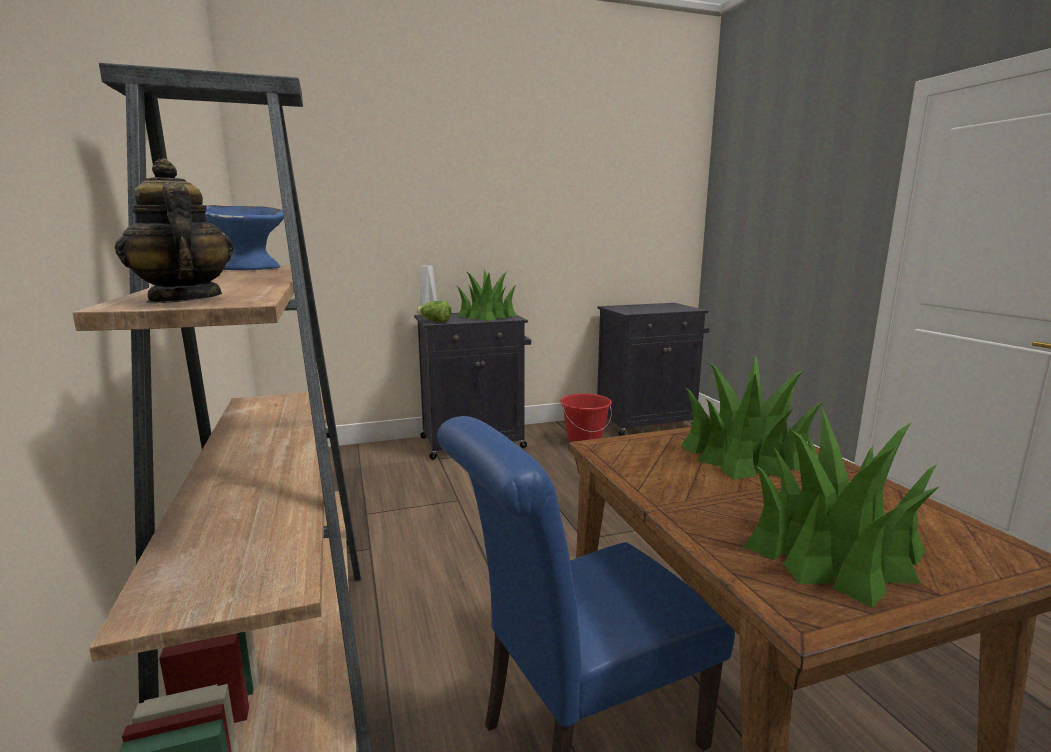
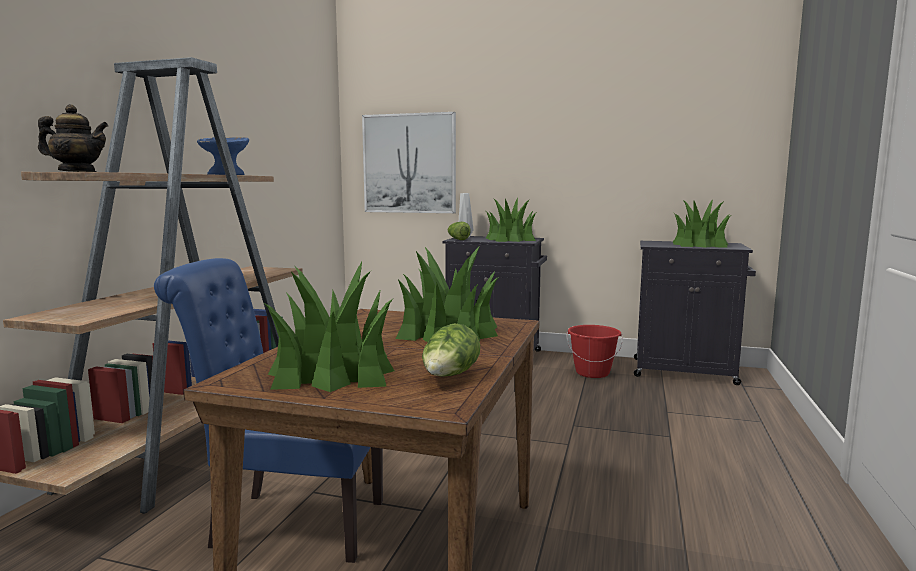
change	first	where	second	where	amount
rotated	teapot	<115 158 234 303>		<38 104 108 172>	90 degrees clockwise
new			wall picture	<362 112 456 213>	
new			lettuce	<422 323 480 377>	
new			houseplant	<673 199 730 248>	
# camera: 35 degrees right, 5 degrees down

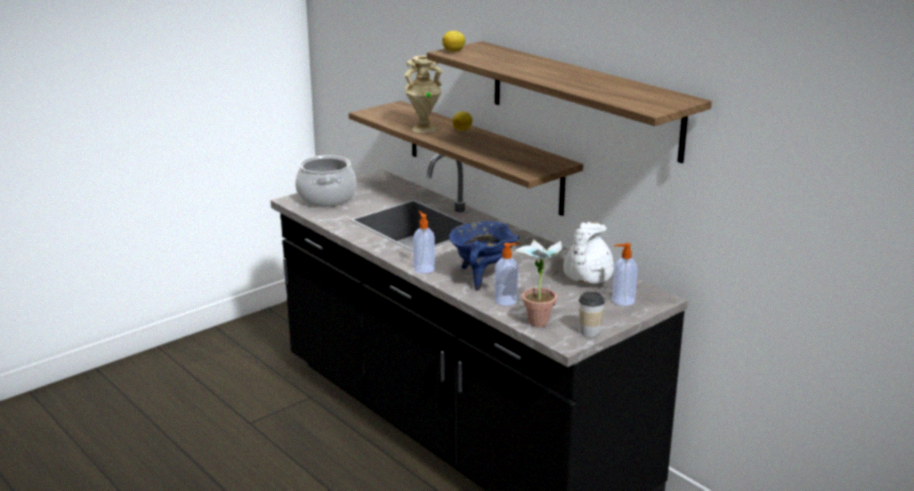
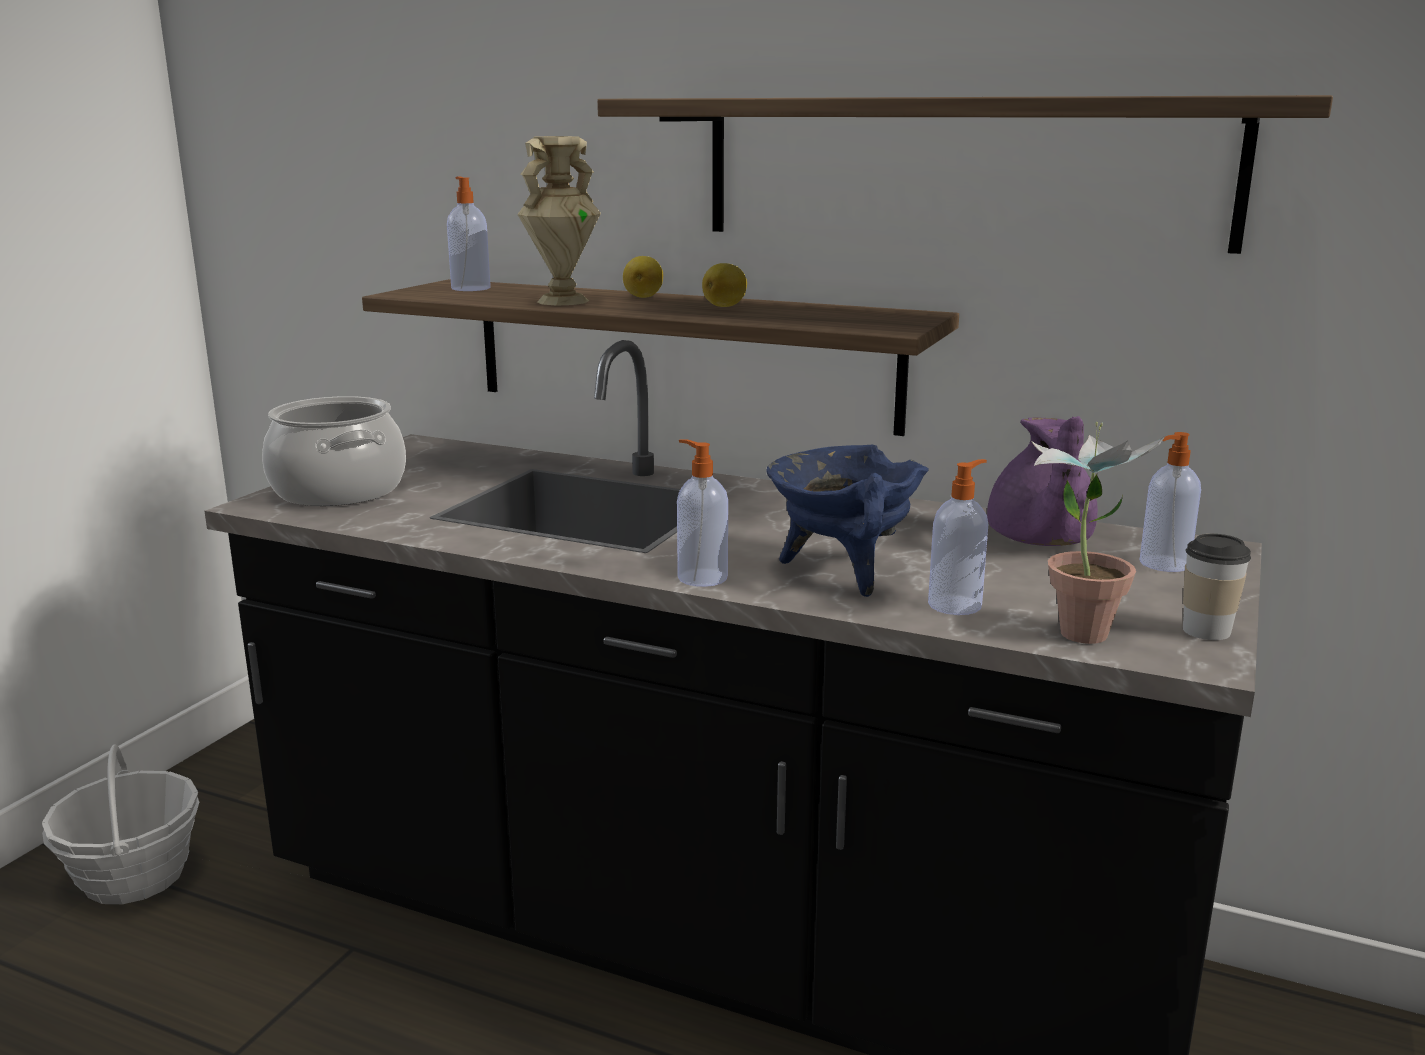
change	first	where	second	where	amount
shifted	lemon	<442 31 465 52>		<702 263 747 307>	
repainted	white teapot	<563 222 614 284>	purple teapot	<987 416 1098 546>	
new			household basket	<42 744 199 904>	
new			soap dispenser	<447 176 491 291>	
# camera: 25 degrees left, 5 degrees down

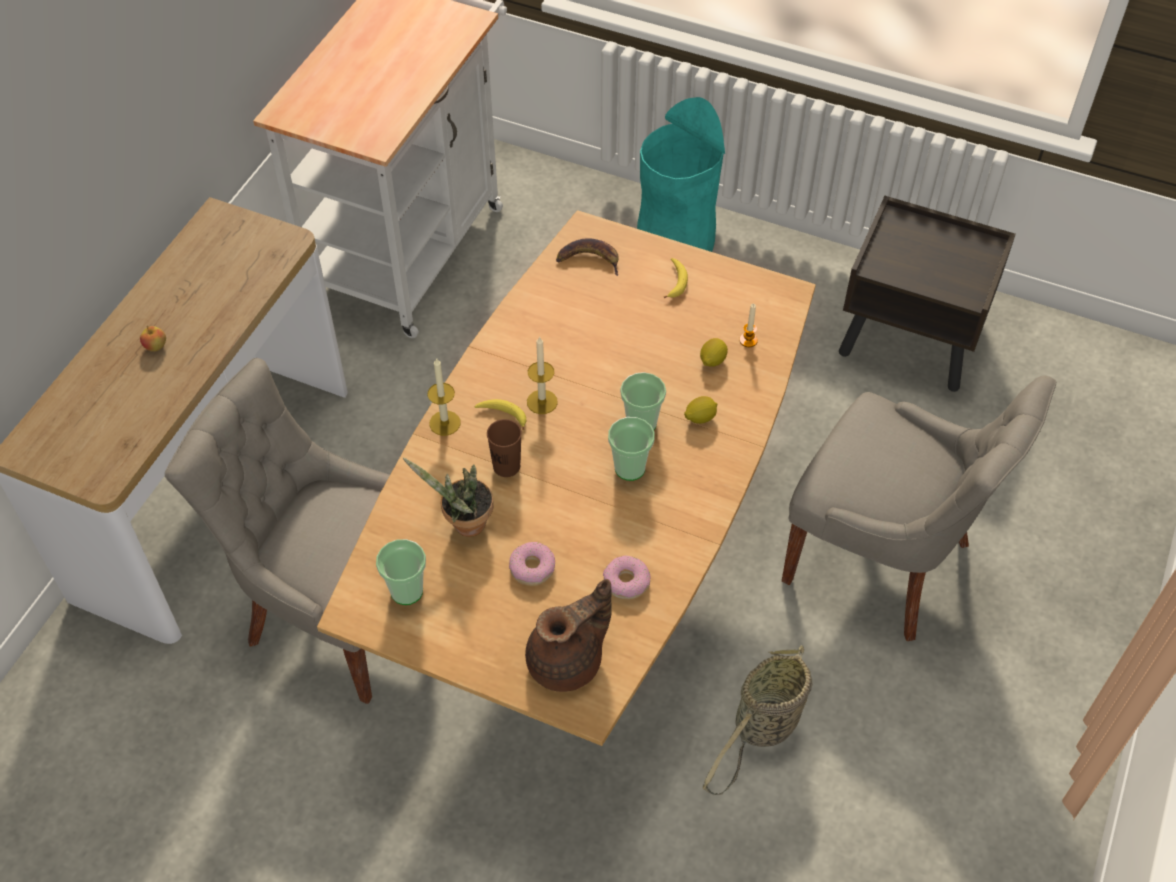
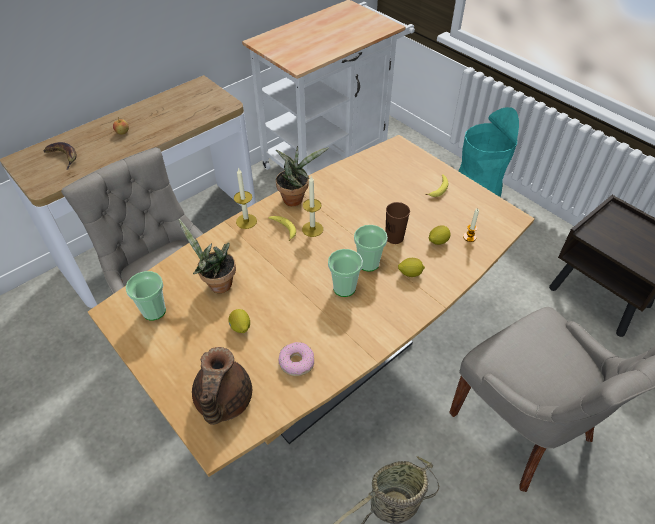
change	first	where	second	where	amount
shifted	brownish small cup	<487 419 522 477>		<386 202 410 244>	
swapped	ring doughnut	<509 542 555 586>	lemon	<229 309 250 333>	
rotated	brownish teapot	<525 579 612 692>		<192 347 252 425>	105 degrees clockwise
shifted	banana	<556 238 619 276>		<43 142 77 170>	
new			houseplant	<276 146 329 206>	
# camera: 25 degrees right, 5 degrees down

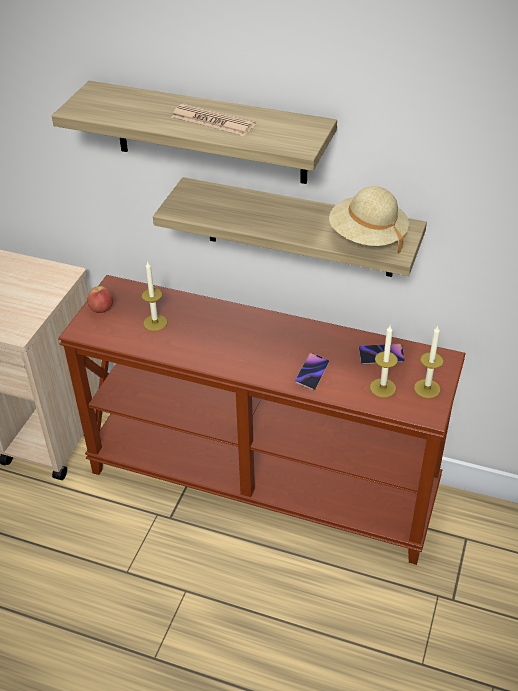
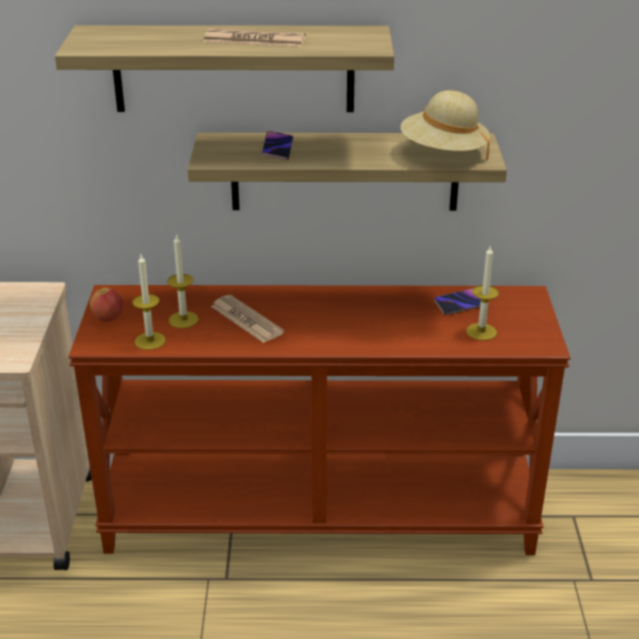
change	first	where	second	where	amount
shifted	telephone	<295 353 329 391>		<262 131 293 160>	
shifted	wax light	<414 326 444 398>		<132 255 166 350>	
new			printed paper	<211 295 284 343>	
# camera: 20 degrees left, 10 degrees down

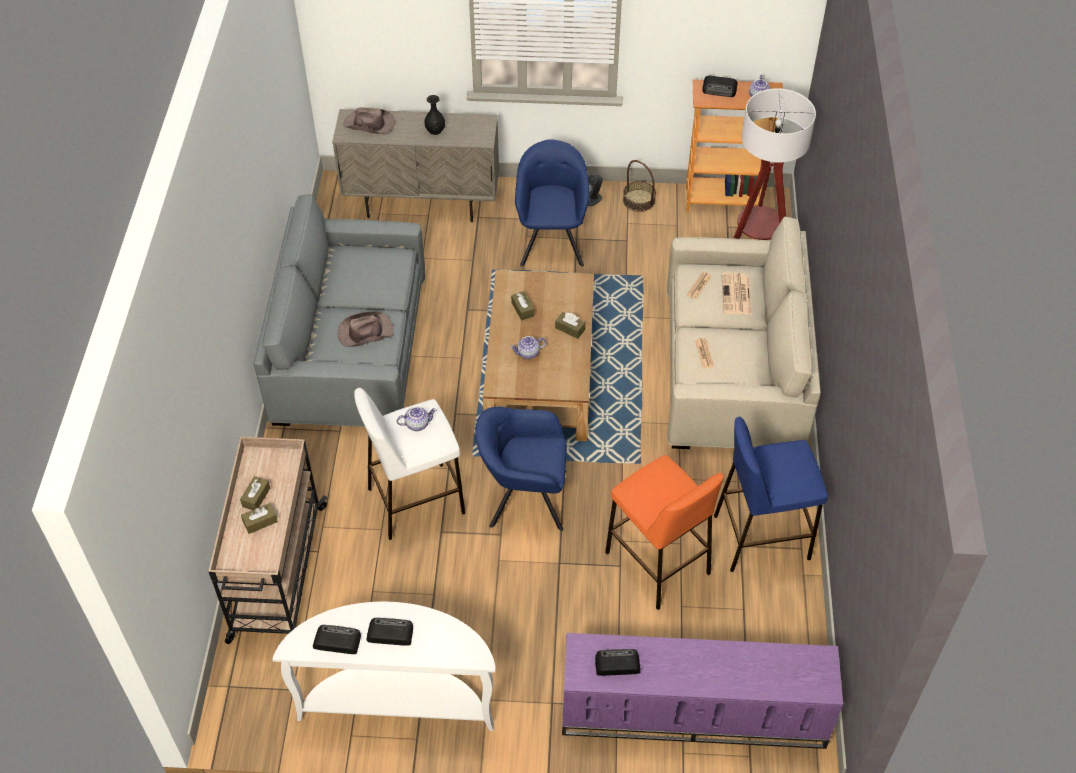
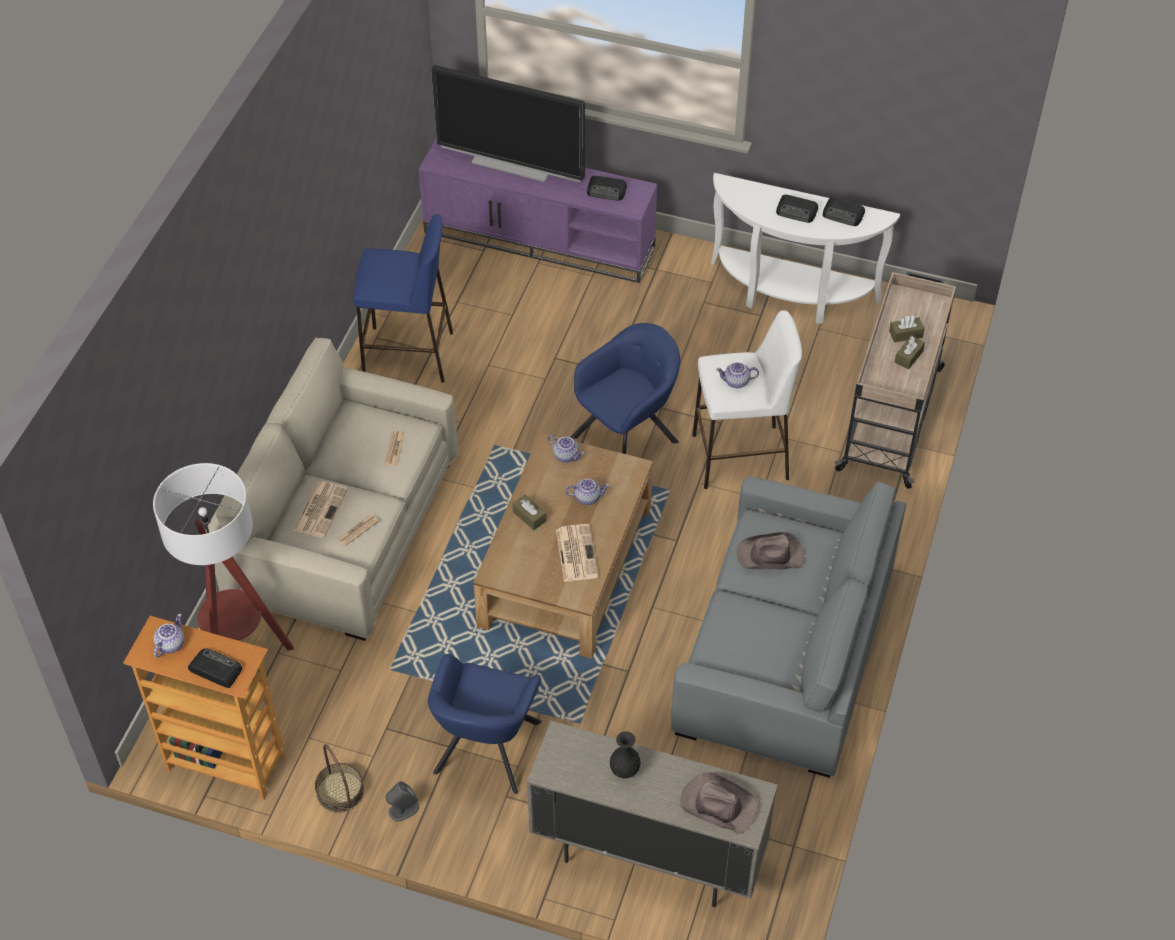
change	first	where	second	where	amount
rotated	blue easy chair	<476 407 567 531>		<571 323 680 454>	60 degrees counterclockwise
swapped	brownish box of tissues	<511 291 534 321>	printed paper	<556 524 598 582>	
gone	orangey sitting stool	<605 455 723 610>			
new			television	<431 65 585 182>	
new			teapot	<548 435 584 463>	
# camera: 165 degrees left, 0 degrees up

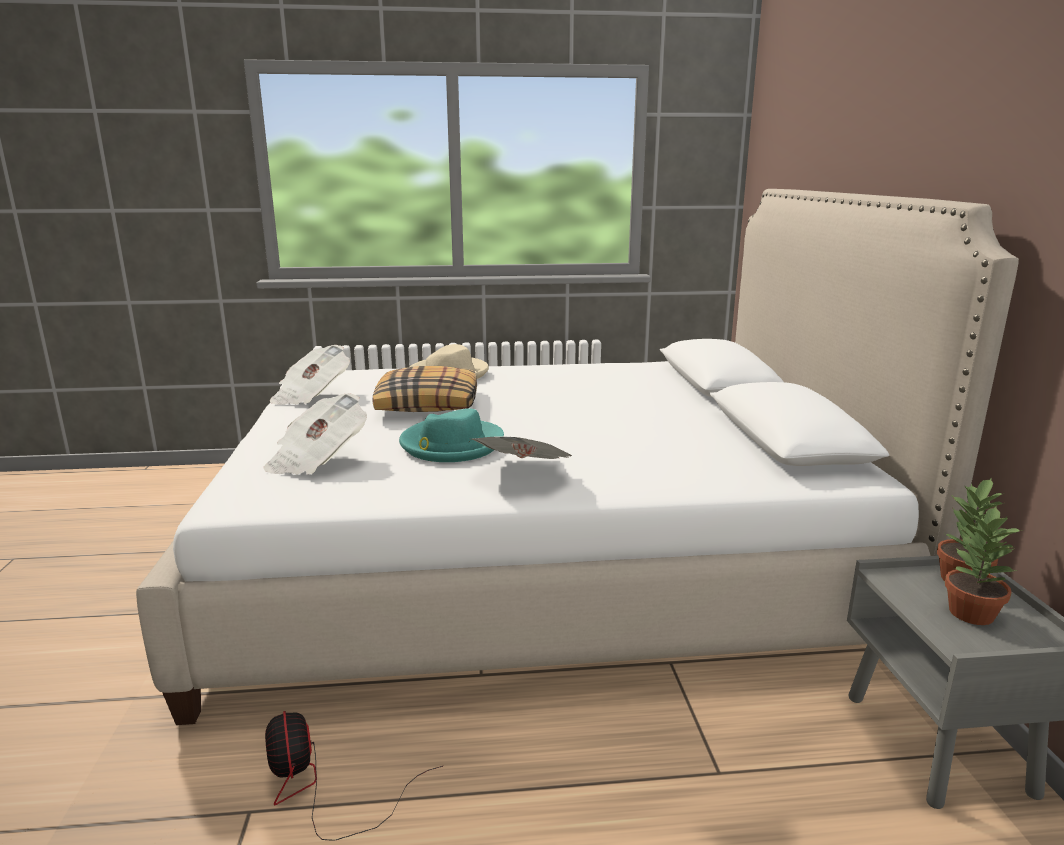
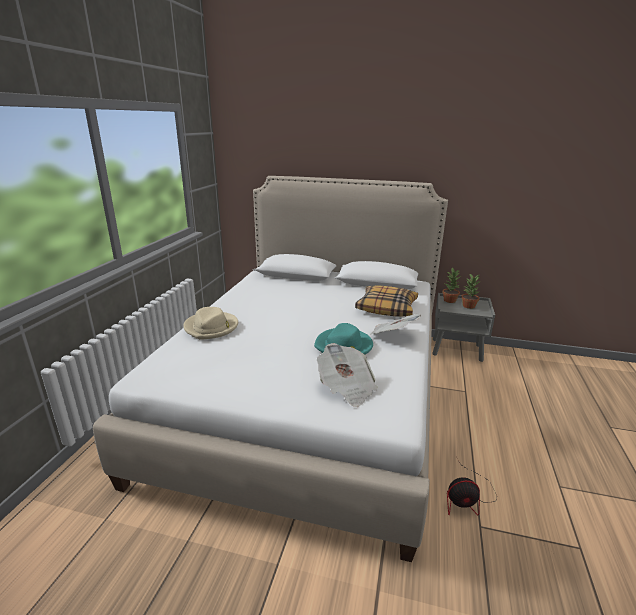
change	first	where	second	where	amount
gone	printed paper	<270 345 350 405>			
shifted	cushion	<372 366 477 412>		<355 285 418 317>	
# camera: 70 degrees left, 5 degrees up

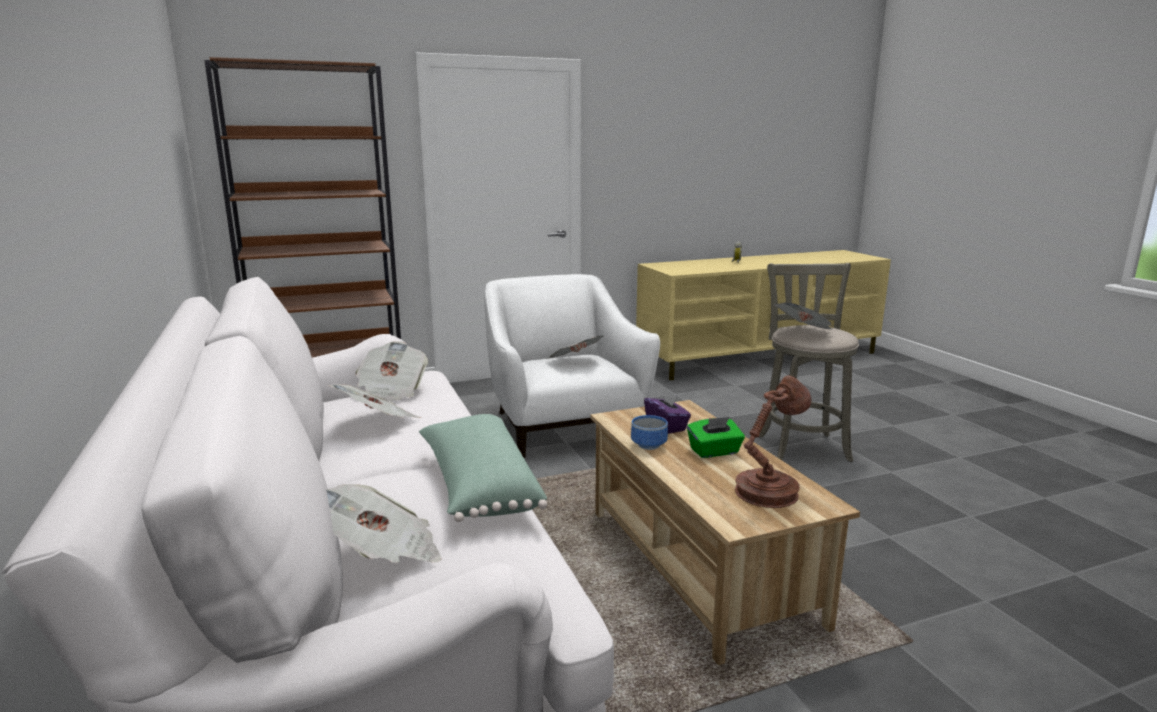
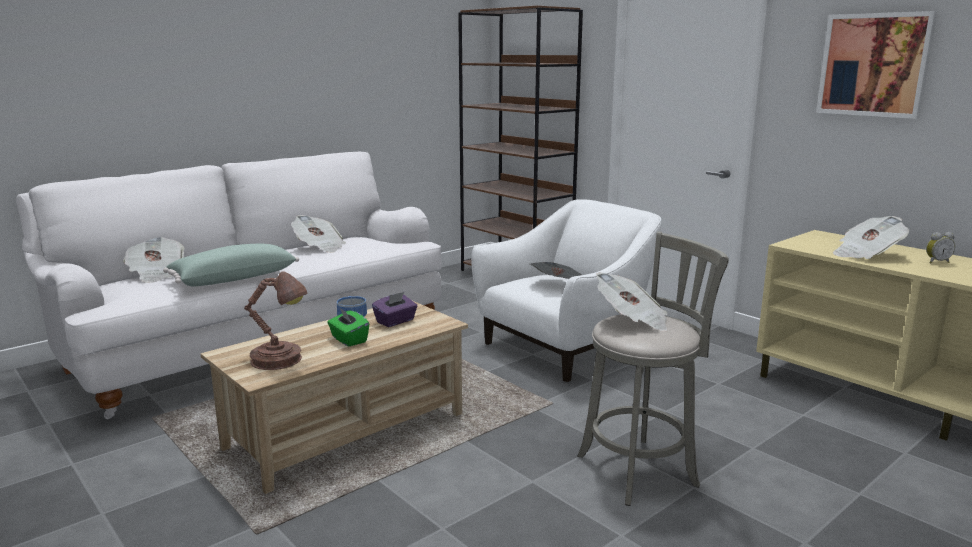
change	first	where	second	where	amount
shifted	printed paper	<356 341 428 402>		<833 216 909 259>	
new			wall picture	<816 11 937 119>	
# camera: 70 degrees right, 0 degrees up

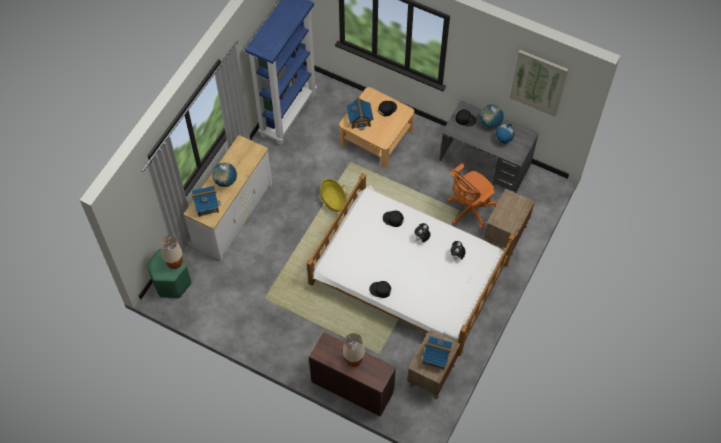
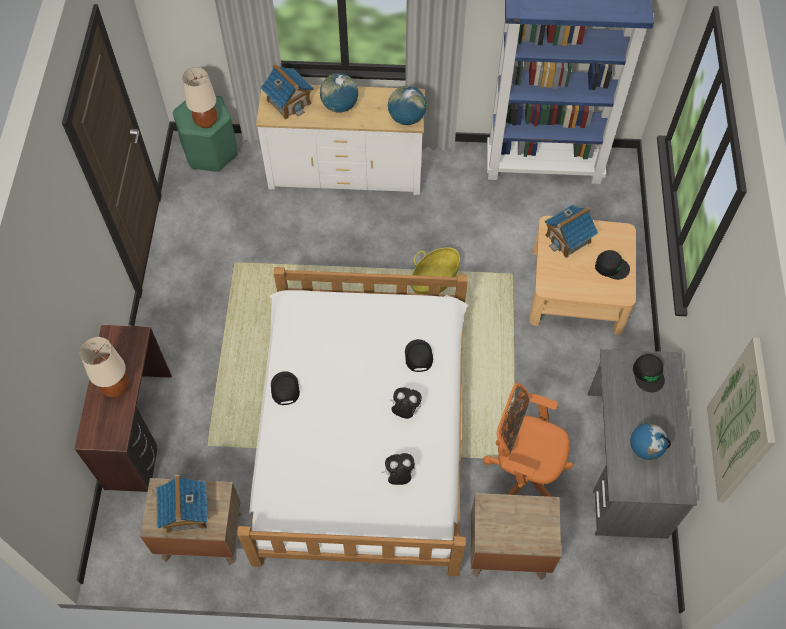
change	first	where	second	where	amount
shifted	globe	<480 104 503 128>		<388 86 427 125>	
# camera: 65 degrees right, 0 degrees up

